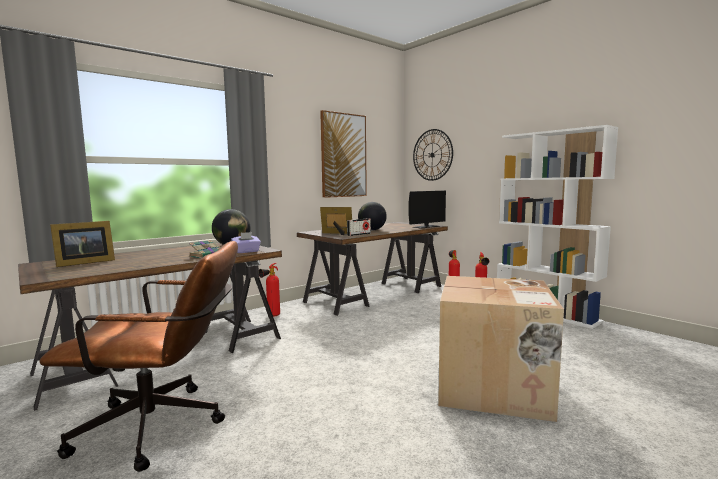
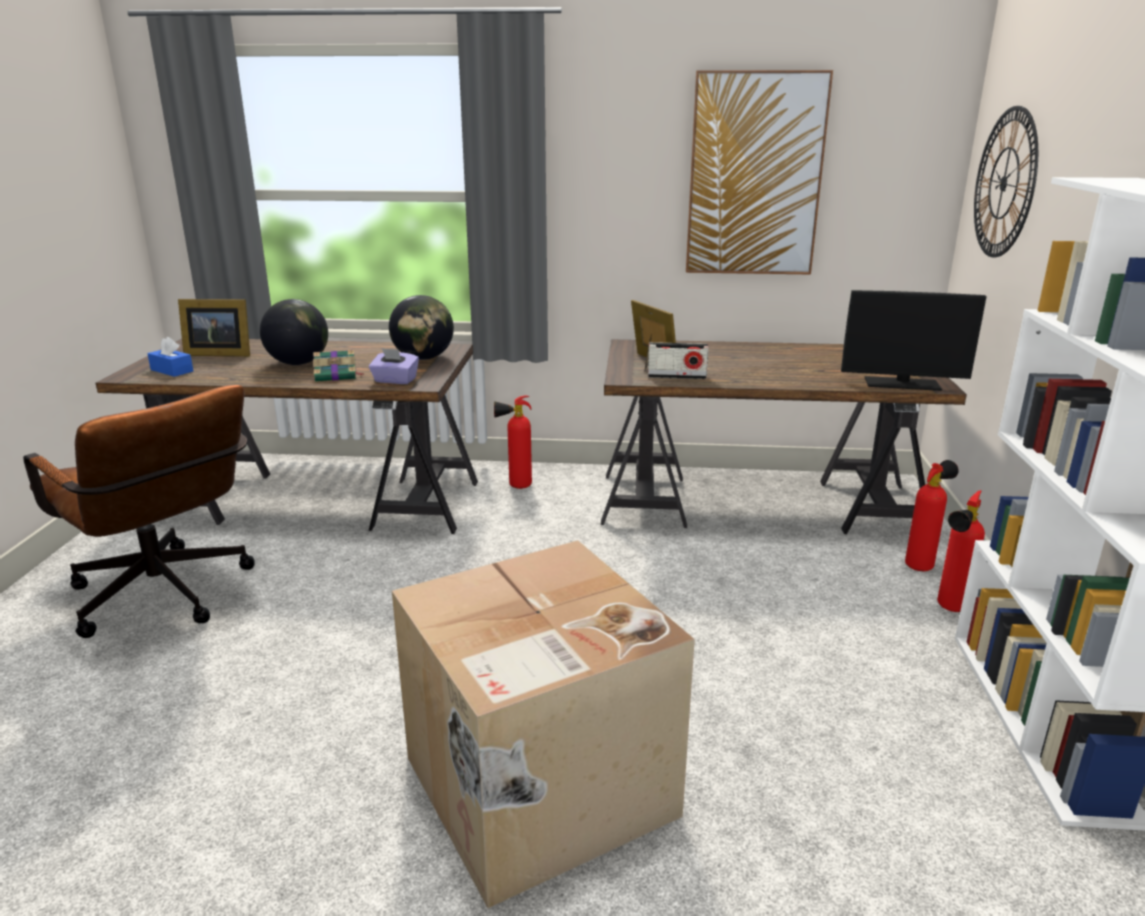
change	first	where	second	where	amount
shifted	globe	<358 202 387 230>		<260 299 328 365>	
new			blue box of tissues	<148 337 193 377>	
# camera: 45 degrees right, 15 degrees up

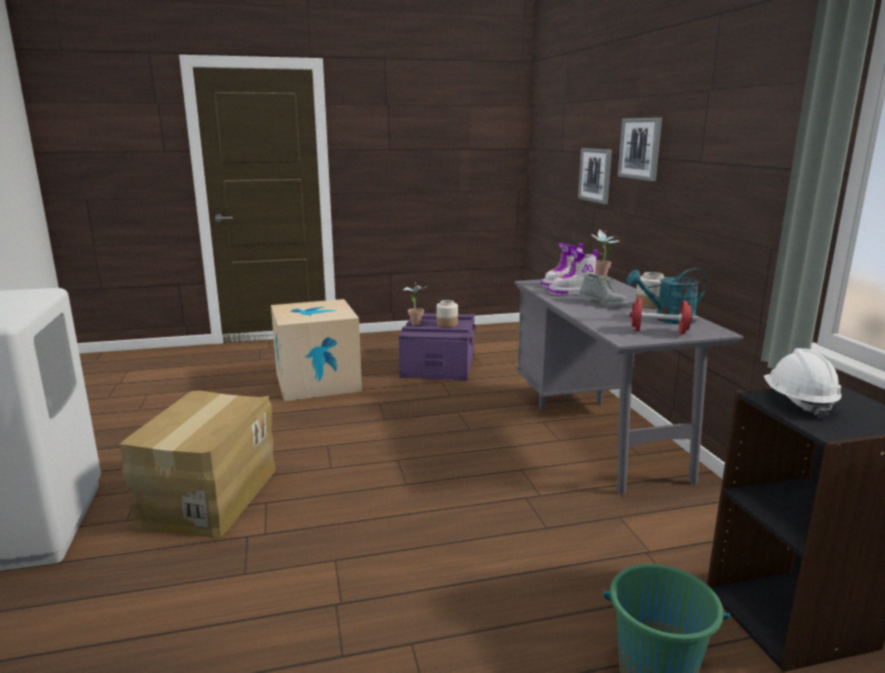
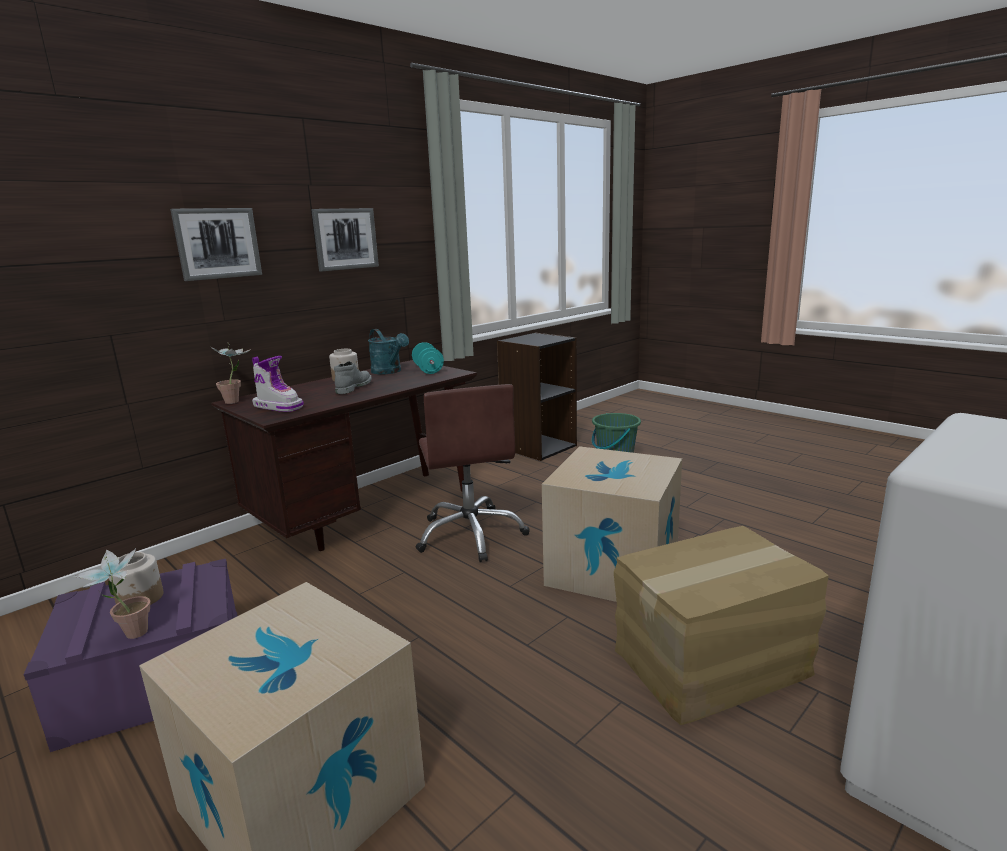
change	first	where	second	where	amount
repainted	greyish desk unit	<515 276 743 495>	brownish desk unit	<211 360 477 551>	
gone	high-top boot	<548 249 598 296>			
shifted	wall picture	<578 148 612 204>		<311 208 379 271>	
repainted	red-coloured free weight	<624 298 698 334>	turquoise-coloured free weight	<412 342 444 374>	
gone	white hard hat	<764 348 841 418>			
new			brownish computer chair	<416 384 530 562>	
new			carton	<542 446 682 602>	
# camera: 120 degrees left, 0 degrees up

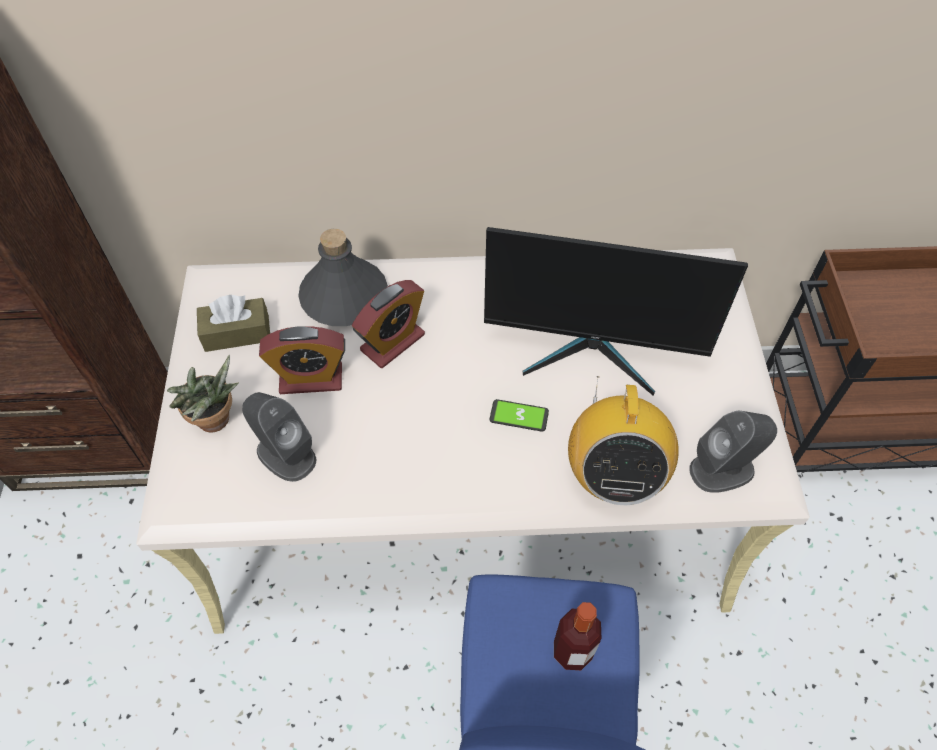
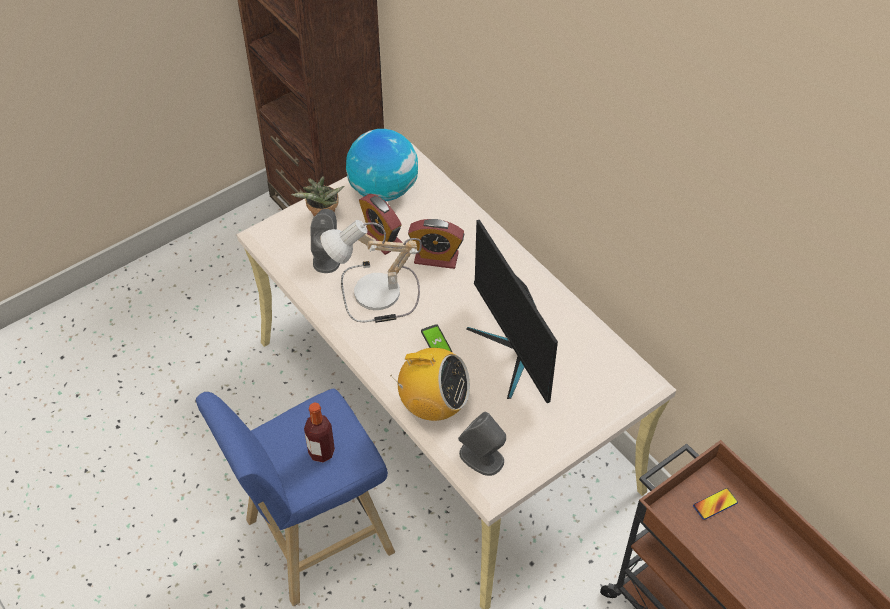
change	first	where	second	where	amount
swapped	brownish box of tissues	<197 295 270 352>	globe	<346 129 418 201>	
gone	greyish beverage bottle	<298 229 388 326>			
rotated	radio	<568 376 679 505>		<390 348 470 421>	135 degrees counterclockwise
new			lamp for a table	<321 220 422 323>	
new			telephone	<693 488 738 520>	
# camera: 55 degrees right, 5 degrees down

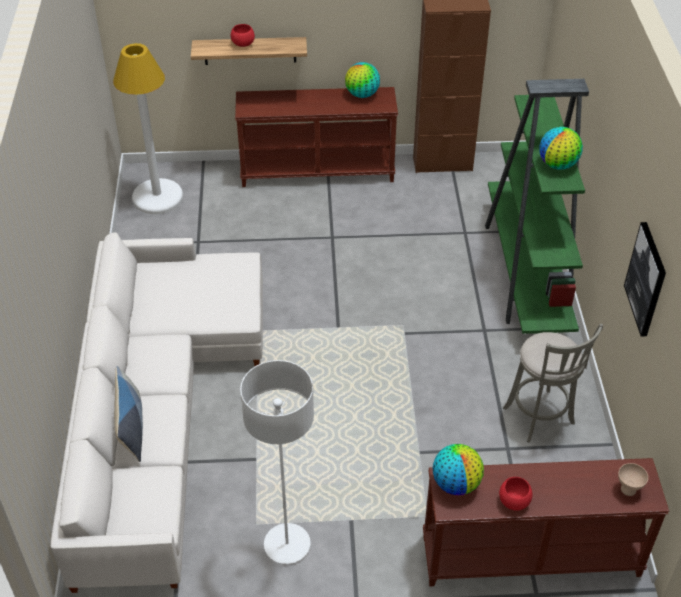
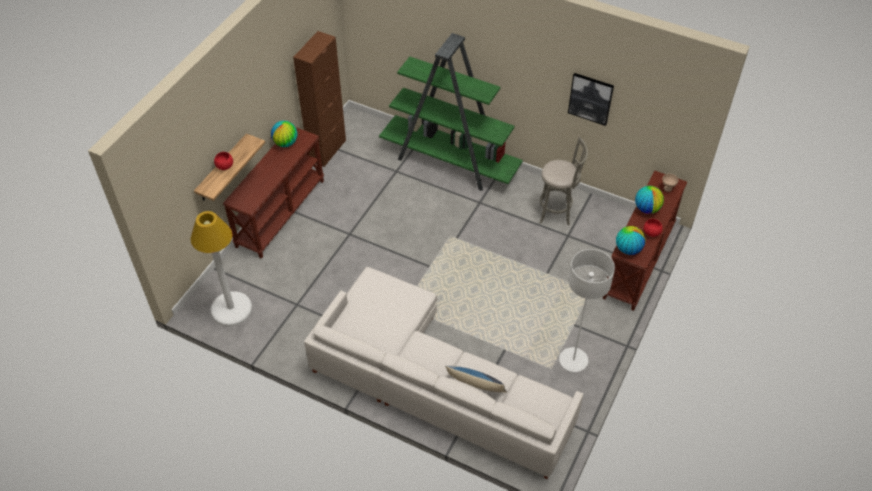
change	first	where	second	where	amount
shifted	globe	<539 127 583 170>		<635 186 664 214>	
# camera: 60 degrees left, 5 degrees up

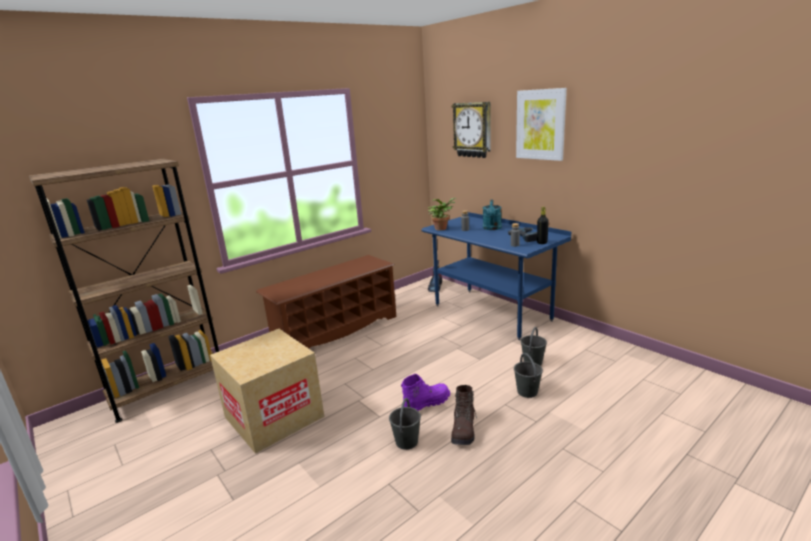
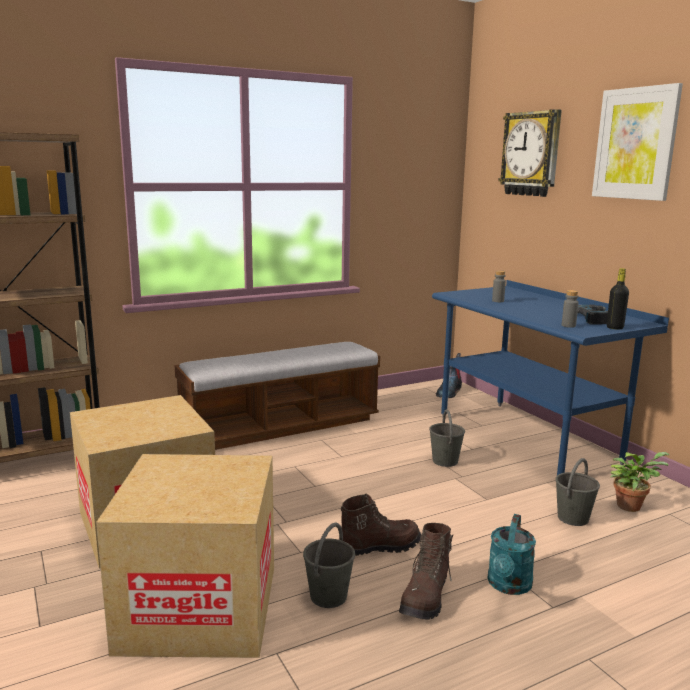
change	first	where	second	where	amount
swapped	brownish shoe shelf	<256 255 396 348>	long seat	<174 342 380 450>	
repainted	purple high-top boot	<401 374 450 411>	brownish high-top boot	<341 493 421 556>	
shifted	houseplant	<428 198 457 231>		<610 452 670 512>	
shifted	turquoise-coloured sprinkling can	<483 200 502 230>		<487 514 536 595>	
shifted	greyish water bucket	<514 353 543 398>		<429 409 465 467>	
new			carton	<96 454 274 658>	
# camera: 10 degrees right, 5 degrees down

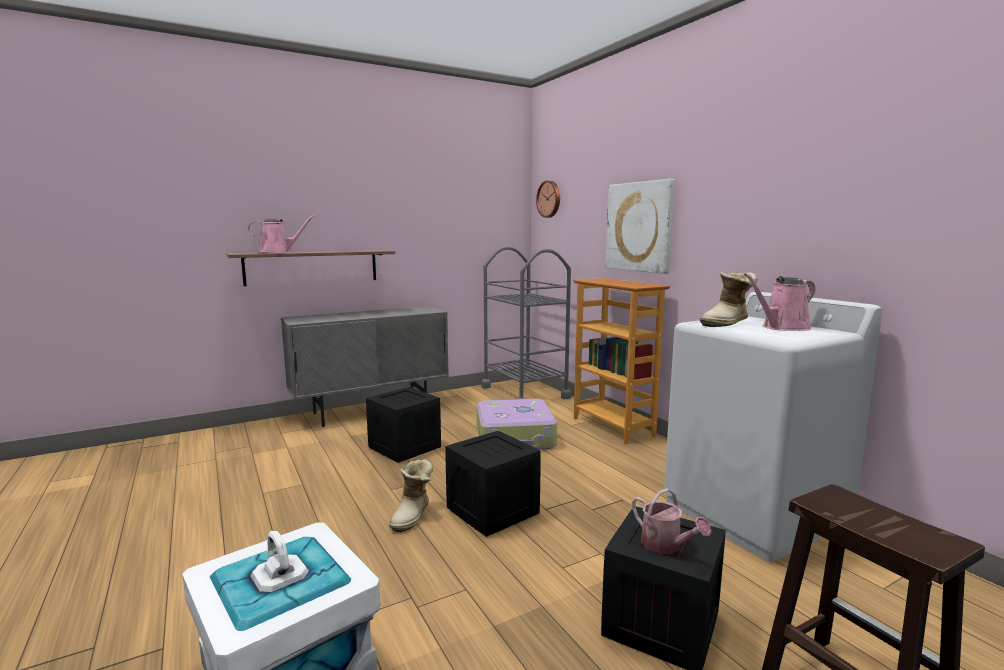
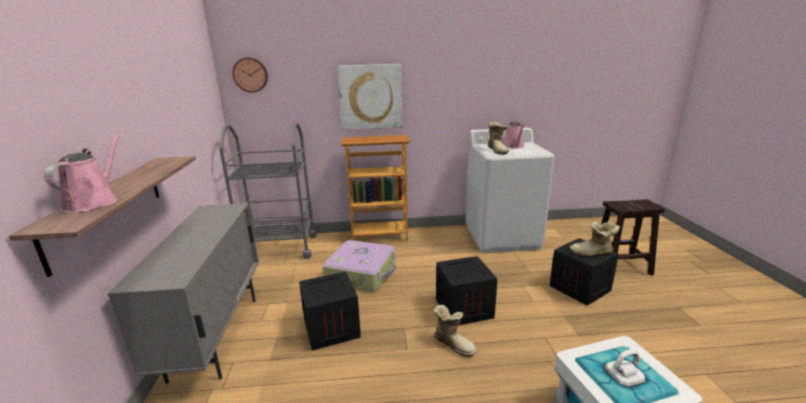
change	first	where	second	where	amount
swapped	sprinkling can	<632 488 712 554>	high-top boot	<569 221 620 256>	
# camera: 65 degrees left, 10 degrees up

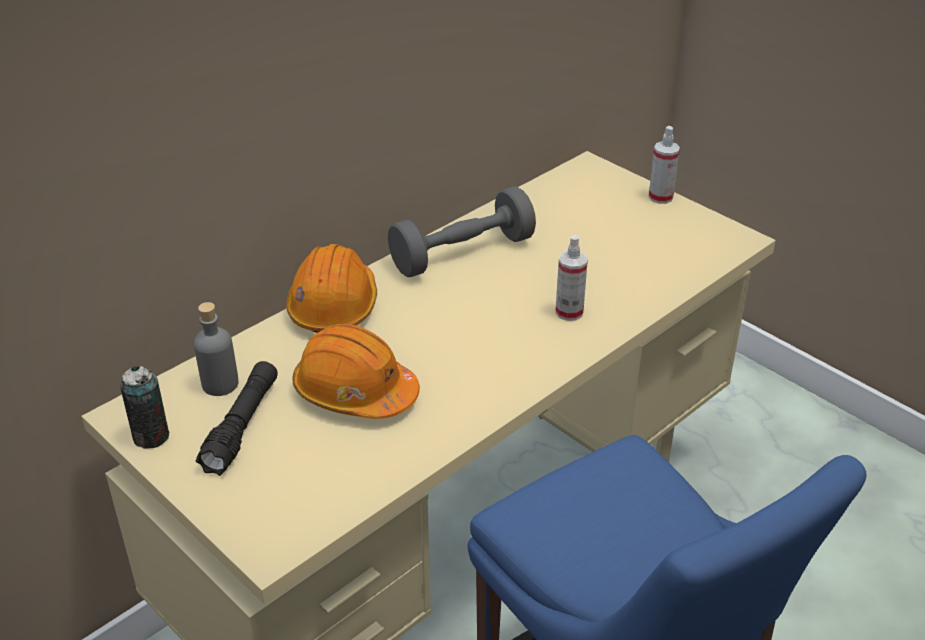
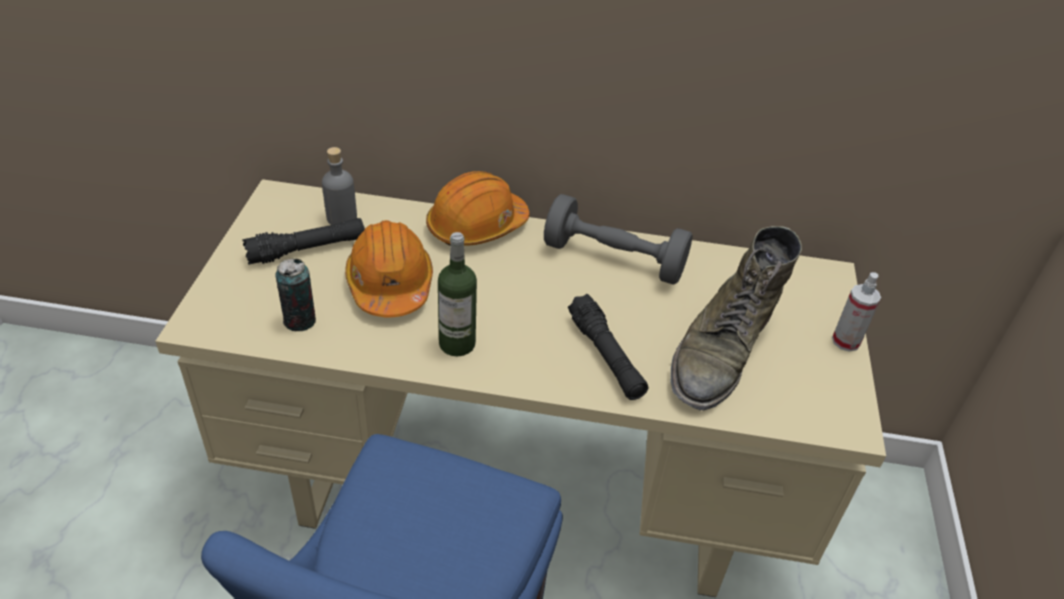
change	first	where	second	where	amount
shifted	can	<120 366 169 449>		<275 259 316 331>	
swapped	sprayer	<555 235 588 321>	black hand torch	<568 294 648 400>	
new			beverage bottle	<438 232 477 356>	
new			greenish high-top boot	<670 226 802 410>	
# camera: 50 degrees right, 5 degrees up

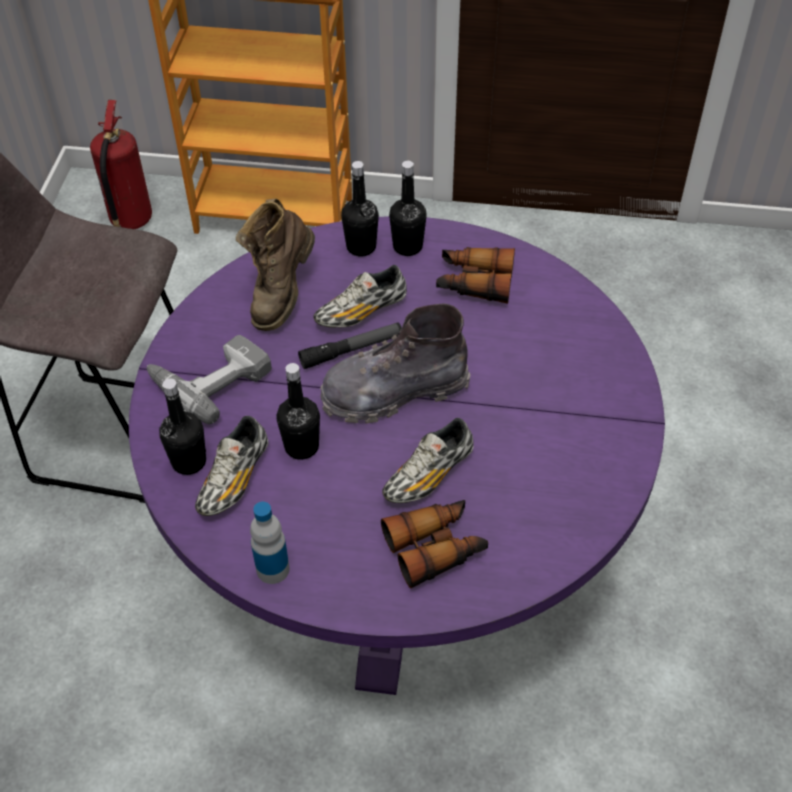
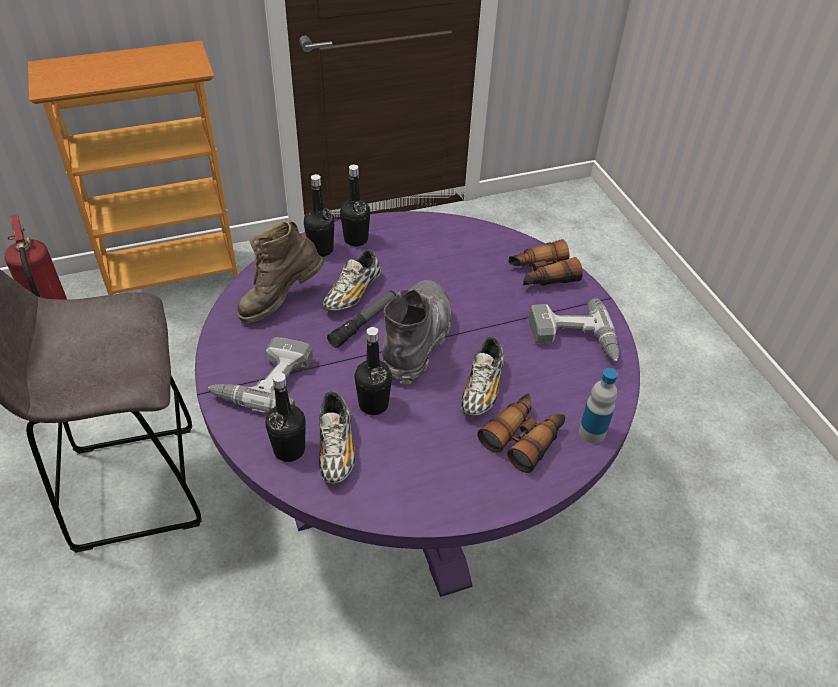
change	first	where	second	where	amount
rotated	brownish high-top boot	<236 199 315 331>		<237 220 324 323>	60 degrees clockwise
shifted	beverage bottle	<250 502 290 584>		<579 368 618 443>	
rotated	greyish high-top boot	<320 303 471 424>		<382 280 451 384>	150 degrees clockwise
shifted	pair of binoculars	<436 247 515 304>		<508 239 583 286>	
new			power drill	<528 299 619 361>	
# camera: 30 degrees left, 5 degrees down

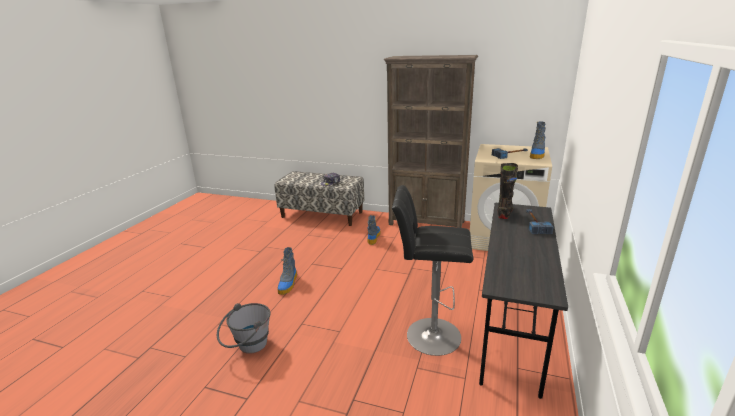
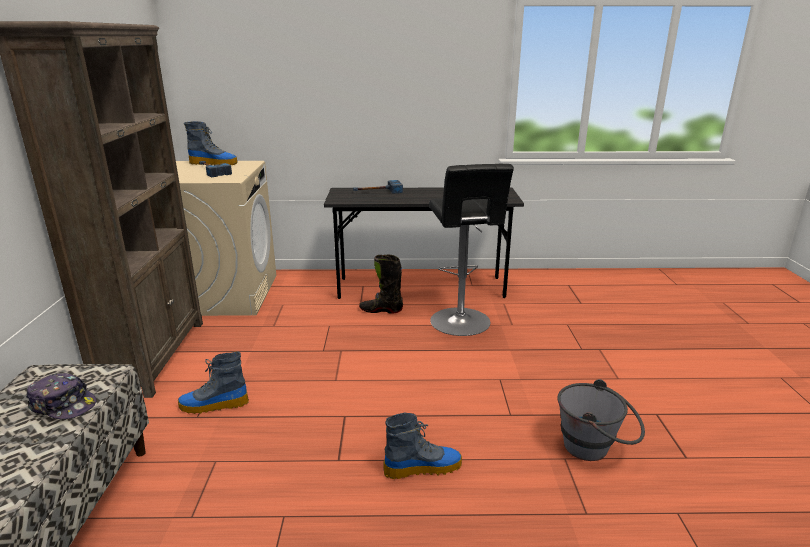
change	first	where	second	where	amount
shifted	black high-top boot	<498 163 518 219>		<359 255 403 314>	
# camera: 110 degrees left, 0 degrees up

